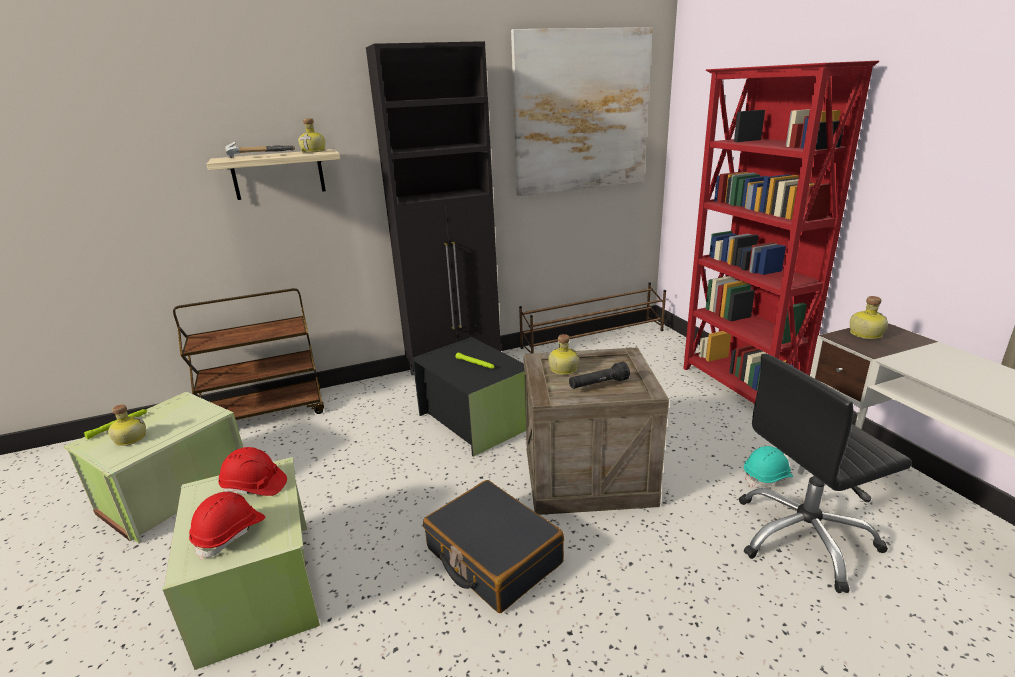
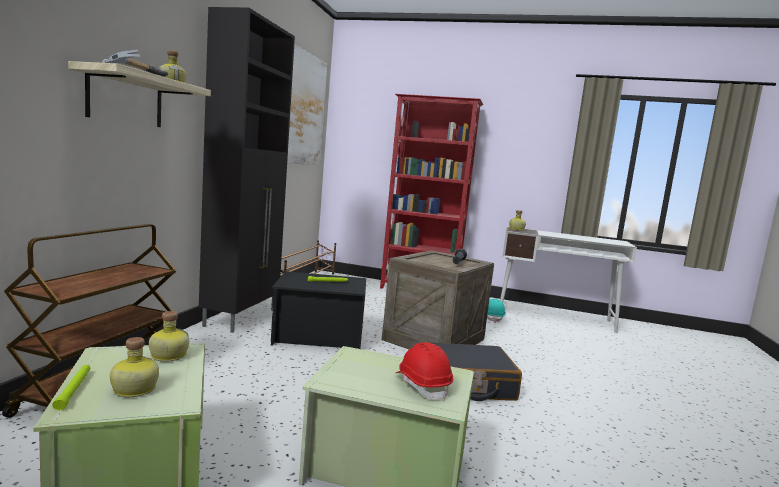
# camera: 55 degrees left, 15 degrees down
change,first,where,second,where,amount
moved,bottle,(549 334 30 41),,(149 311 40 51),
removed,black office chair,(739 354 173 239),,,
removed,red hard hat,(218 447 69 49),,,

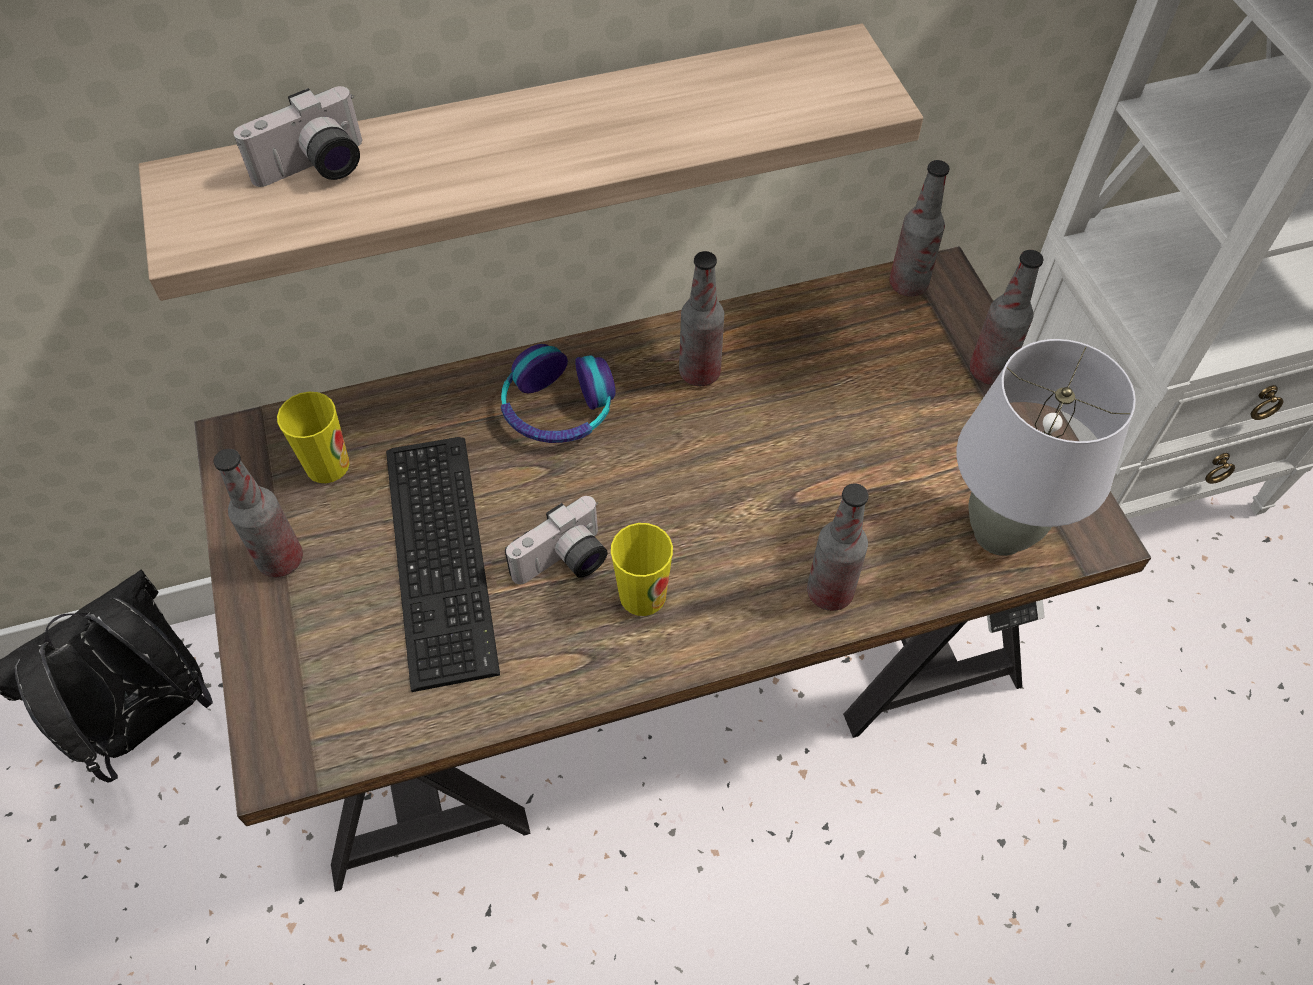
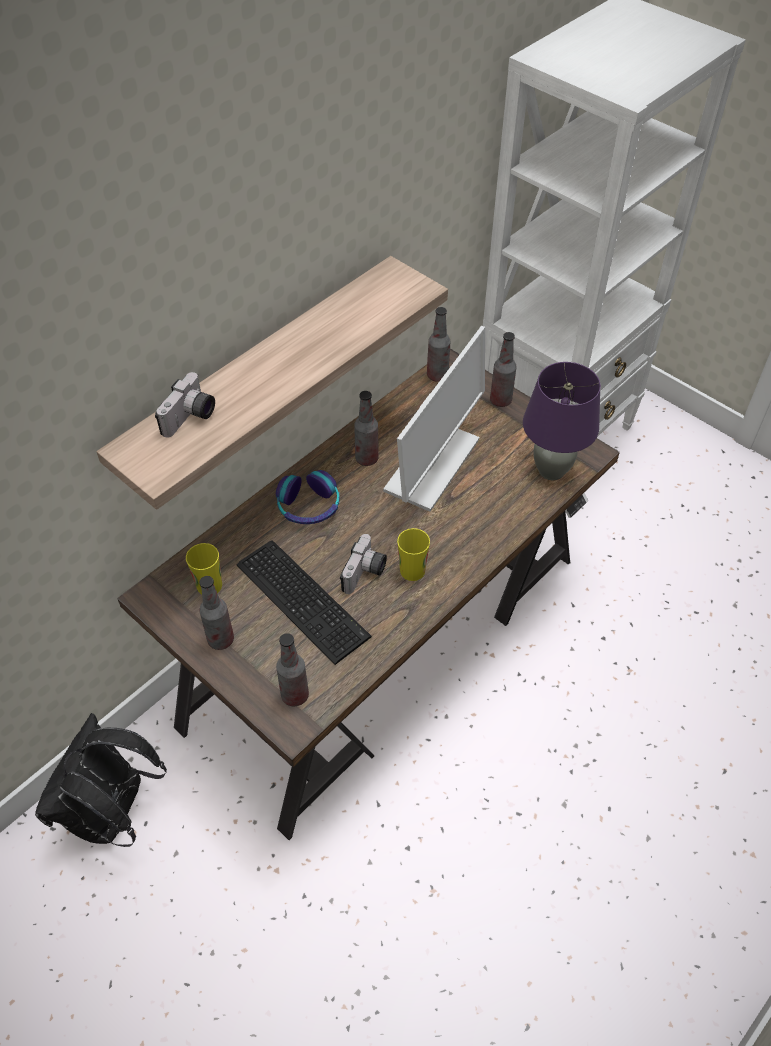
# camera: 30 degrees left, 5 degrees down
change,first,where,second,where,amount
recoloured,grey table lamp,(956 339 180 217),purple table lamp,(523 362 78 118),
moved,bottle,(807 484 62 127),,(276 633 33 73),
added,,,monitor,(383 326 102 186),

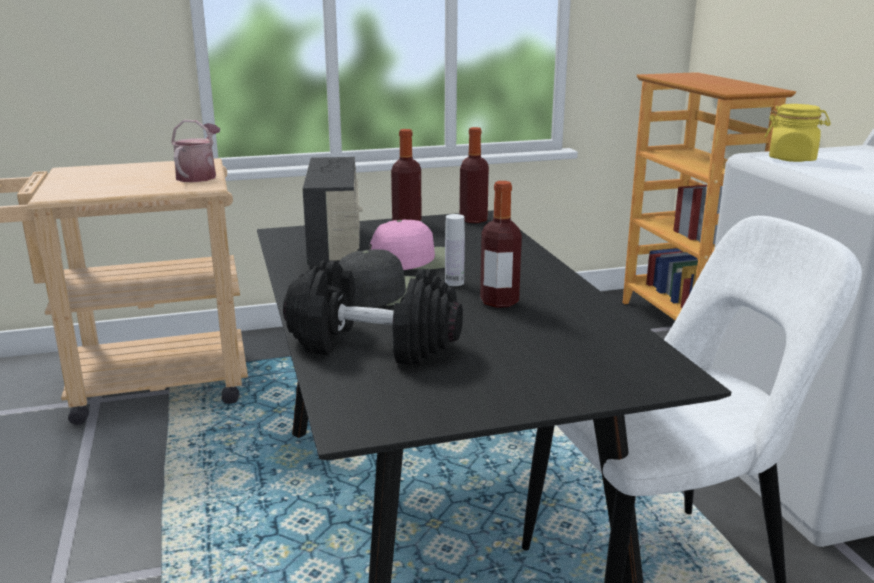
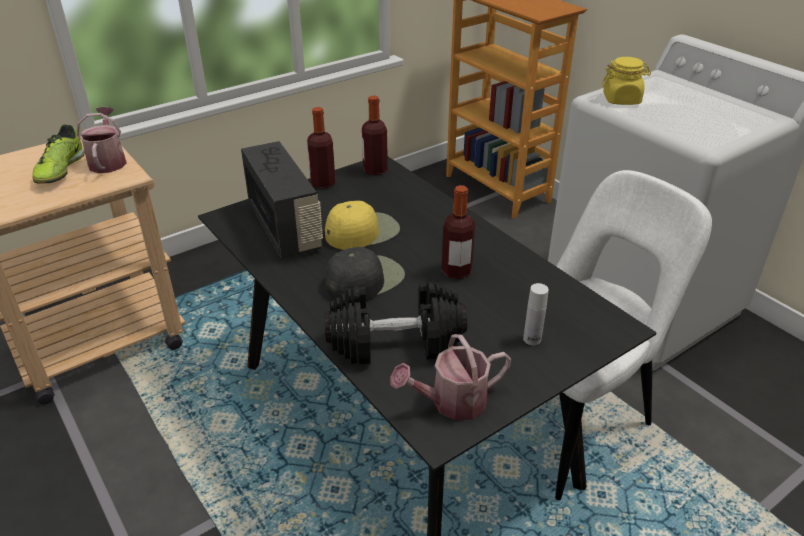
# camera: 20 degrees left, 15 degrees up
change,first,where,second,where,amount
moved,white bottle,(445 214 20 72),,(523 283 26 62),
recoloured,pink cap,(369 220 76 50),yellow cap,(325 201 75 49),
added,,,shoe,(32 124 53 60),
added,,,watering can,(390 334 121 86),

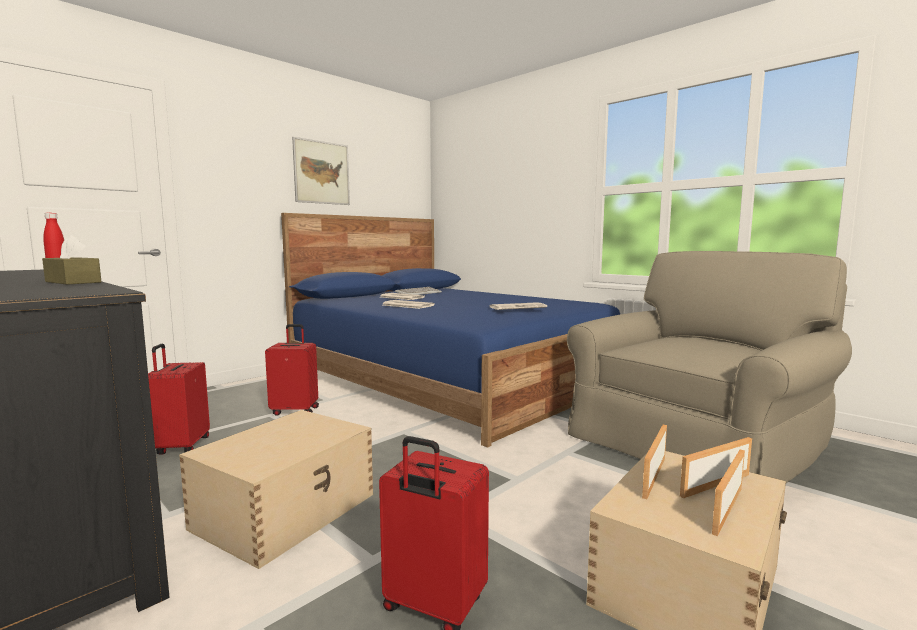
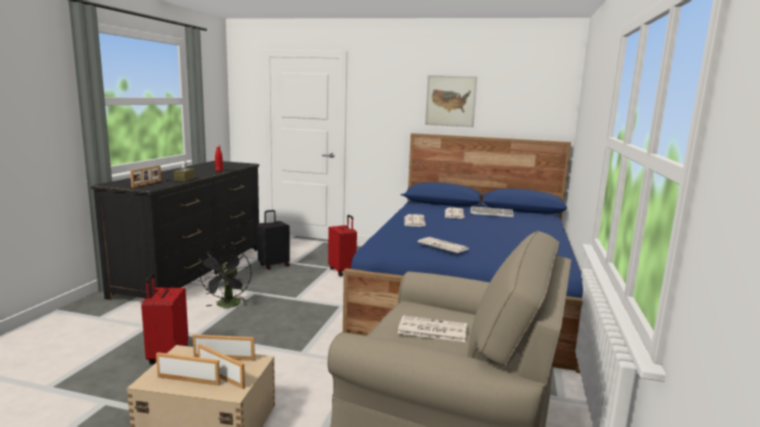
# camera: 60 degrees right, 5 degrees up
change,first,where,second,where,amount
recoloured,red suitcase,(148 344 62 111),black suitcase,(257 210 33 60),
replaced,beige storage box,(179 410 194 159),black fan,(197 246 54 62),
added,,,picture frame,(130 165 31 23),
added,,,newspaper,(398 315 69 27),

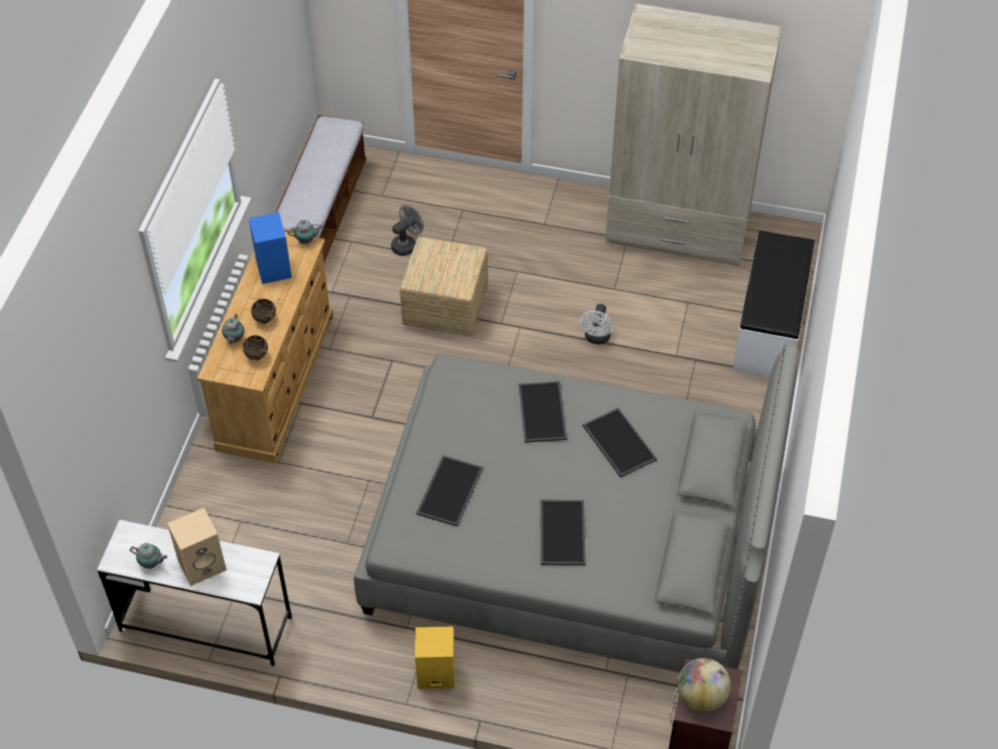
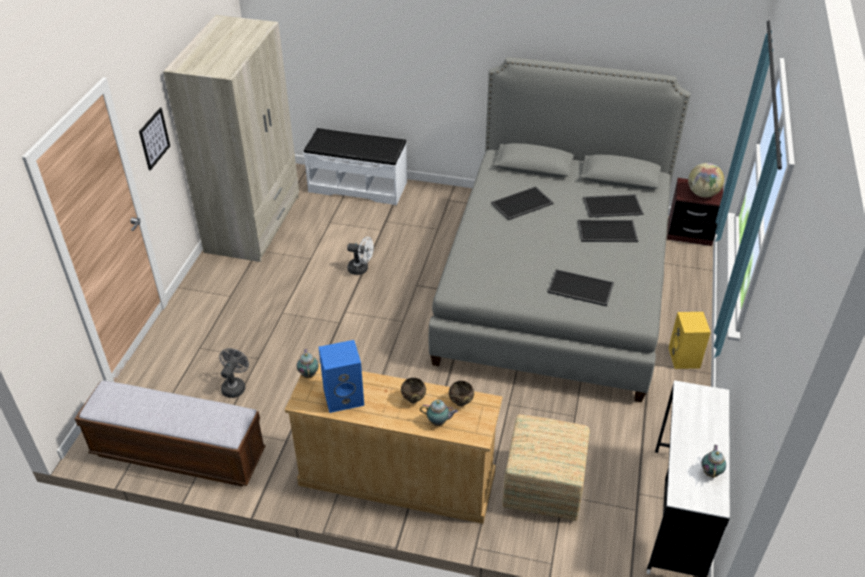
# camera: 90 degrees left, 10 degrees down
change,first,where,second,where,amount
turned,grey fan,(391 205 33 51),,(219 348 30 50),60 degrees clockwise
moved,ottoman,(400 237 88 99),,(502 414 88 107),
moved,tray,(519 381 48 62),,(583 194 61 24),
removed,beige speaker,(167 508 60 78),,,
added,,,picture,(139 108 31 63),

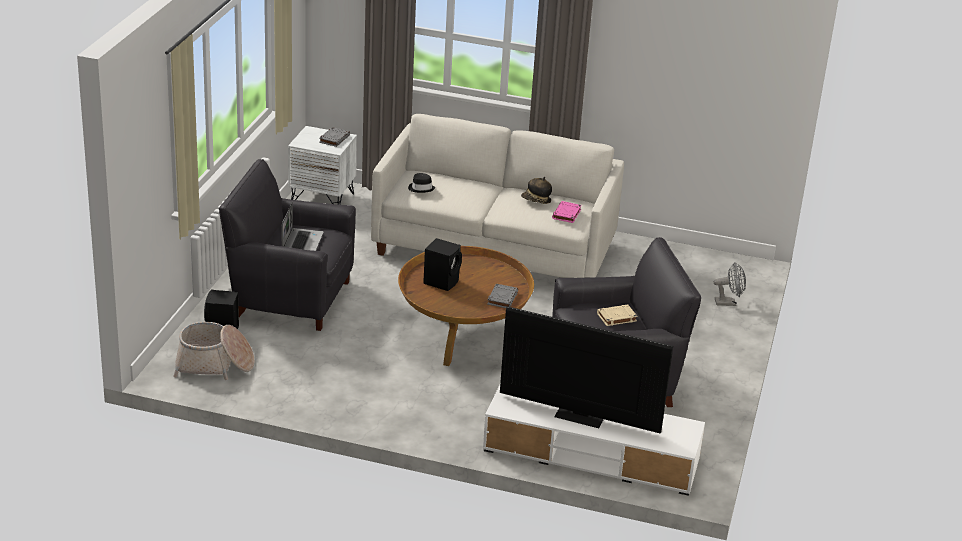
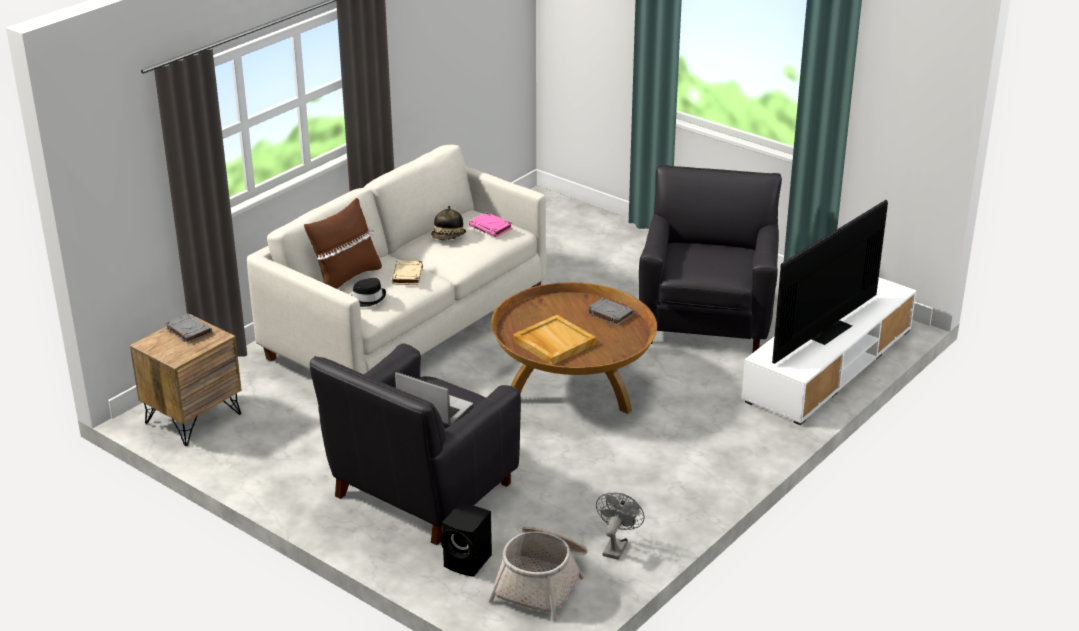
# camera: 65 degrees left, 0 degrees up
change,first,where,second,where,amount
recoloured,white nightstand,(288 126 69 79),brown nightstand,(130 314 112 132),
replaced,black speaker,(423 238 39 53),beige tray,(513 315 83 50),
moved,grey fan,(714 262 32 44),,(596 493 49 67),
moved,beige book,(597 305 41 21),,(392 260 31 25),
added,,,brown pillow,(304 198 78 91),

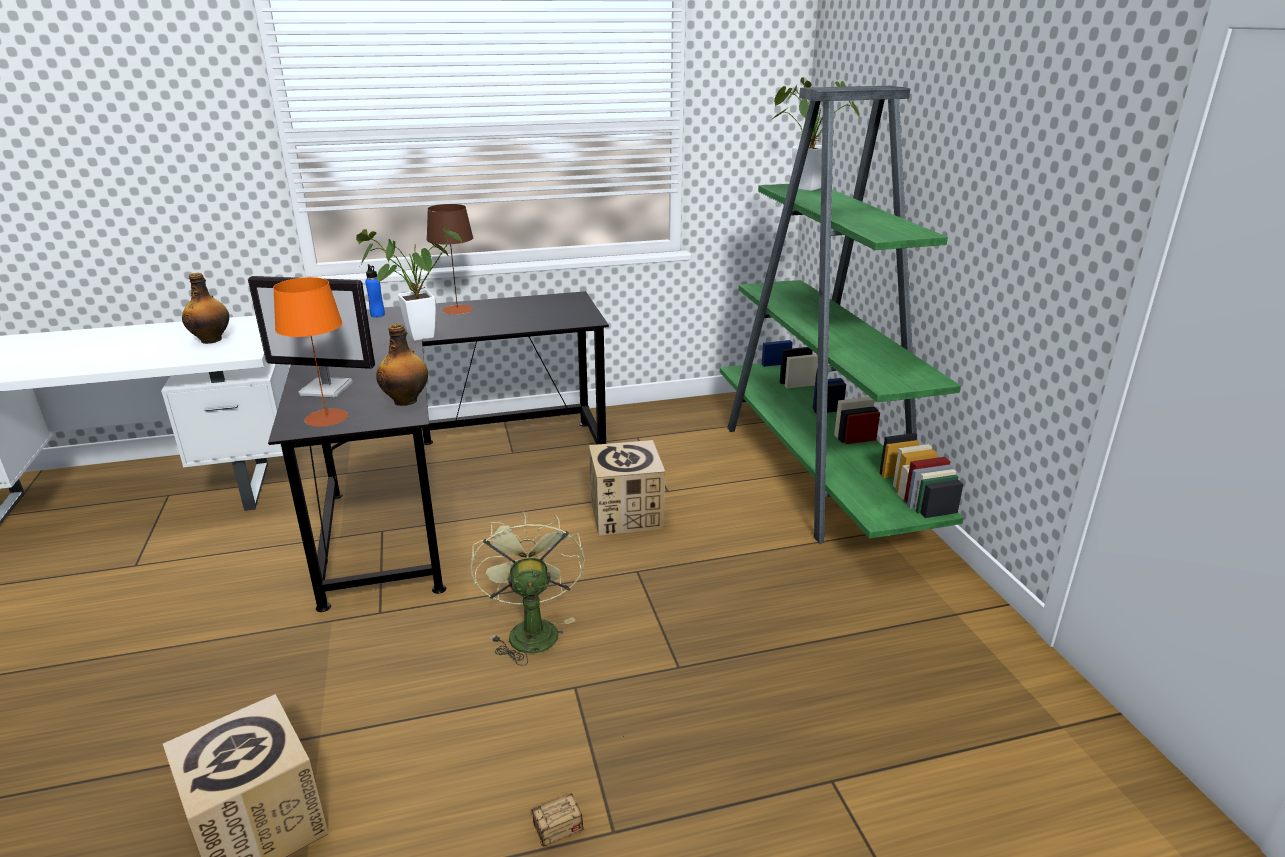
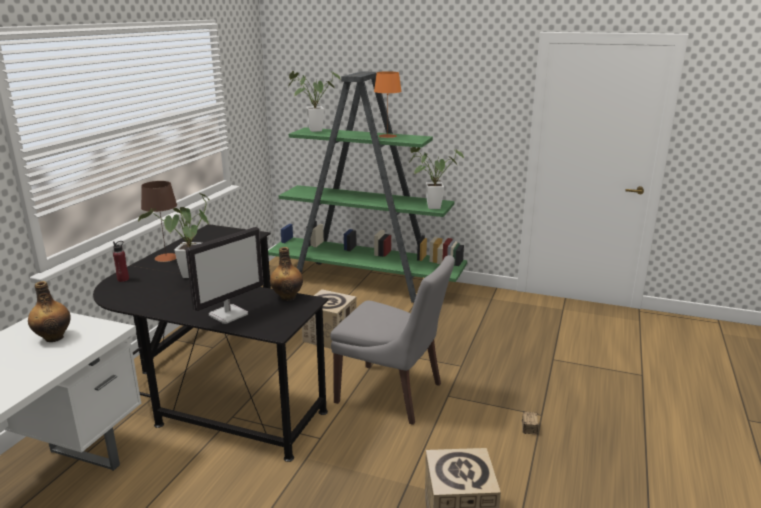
# camera: 55 degrees left, 5 degrees down
change,first,where,second,where,amount
recoloured,blue bottle,(365 264 20 53),red bottle,(113 241 16 41),
moved,orange table lamp,(273 277 75 150),,(374 71 28 67),
replaced,green fan,(471 512 114 154),grey chair,(331 255 124 170),
added,,,potted plant,(408 147 56 62),

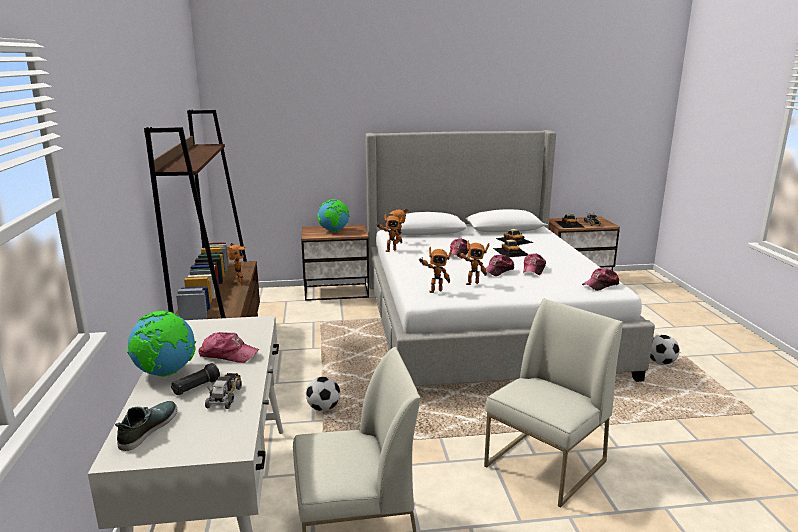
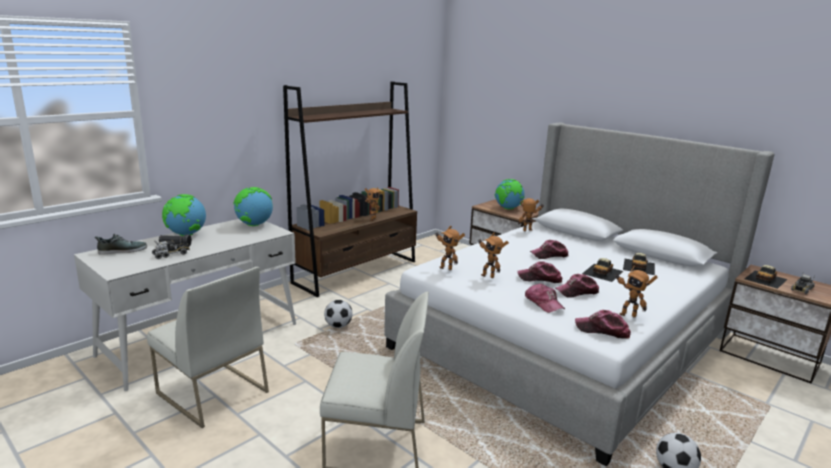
# camera: 50 degrees right, 0 degrees up
change,first,where,second,where,amount
moved,toy robot,(377 214 26 38),,(614 266 44 52),
moved,cap,(198 332 61 31),,(525 283 40 30),
added,,,globe,(233 187 40 39),

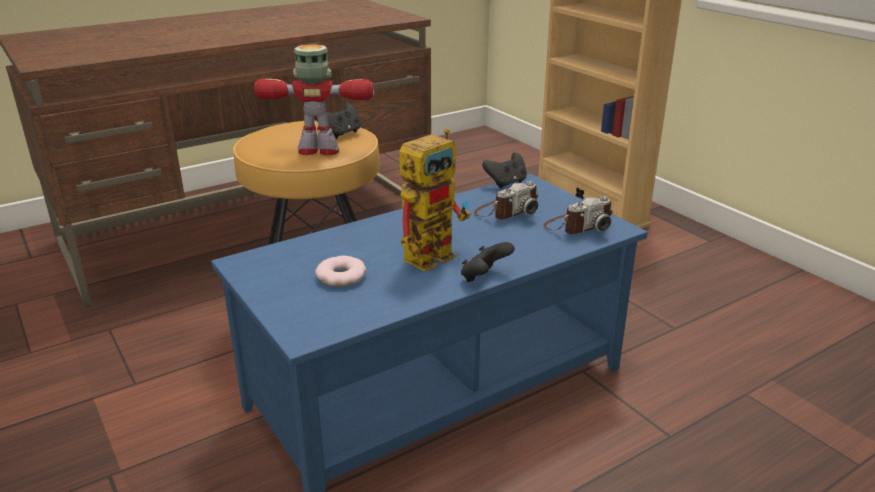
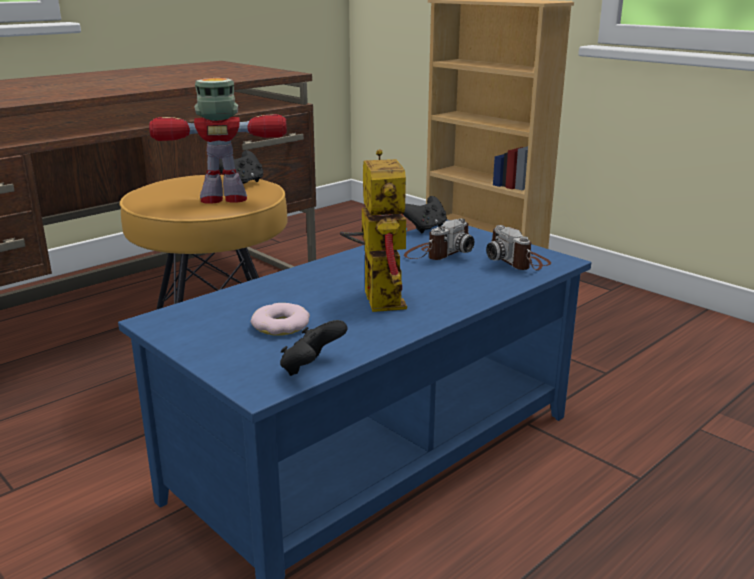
# camera: 10 degrees left, 5 degrees down
change,first,where,second,where,amount
turned,toy robot,(400 128 71 144),,(340 149 68 163),45 degrees counterclockwise
turned,photo camera,(544 196 69 38),,(486 225 65 45),105 degrees clockwise
moved,black game controller,(461 242 54 40),,(280 320 68 56),

